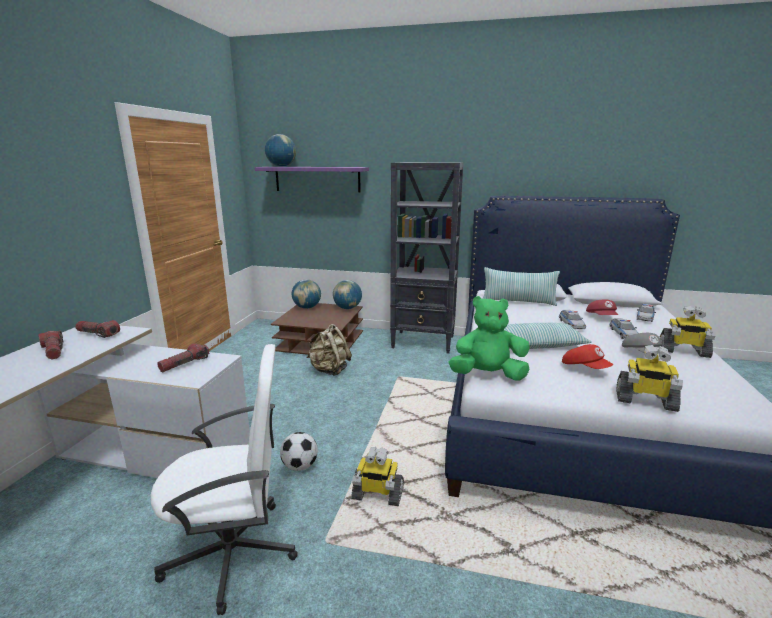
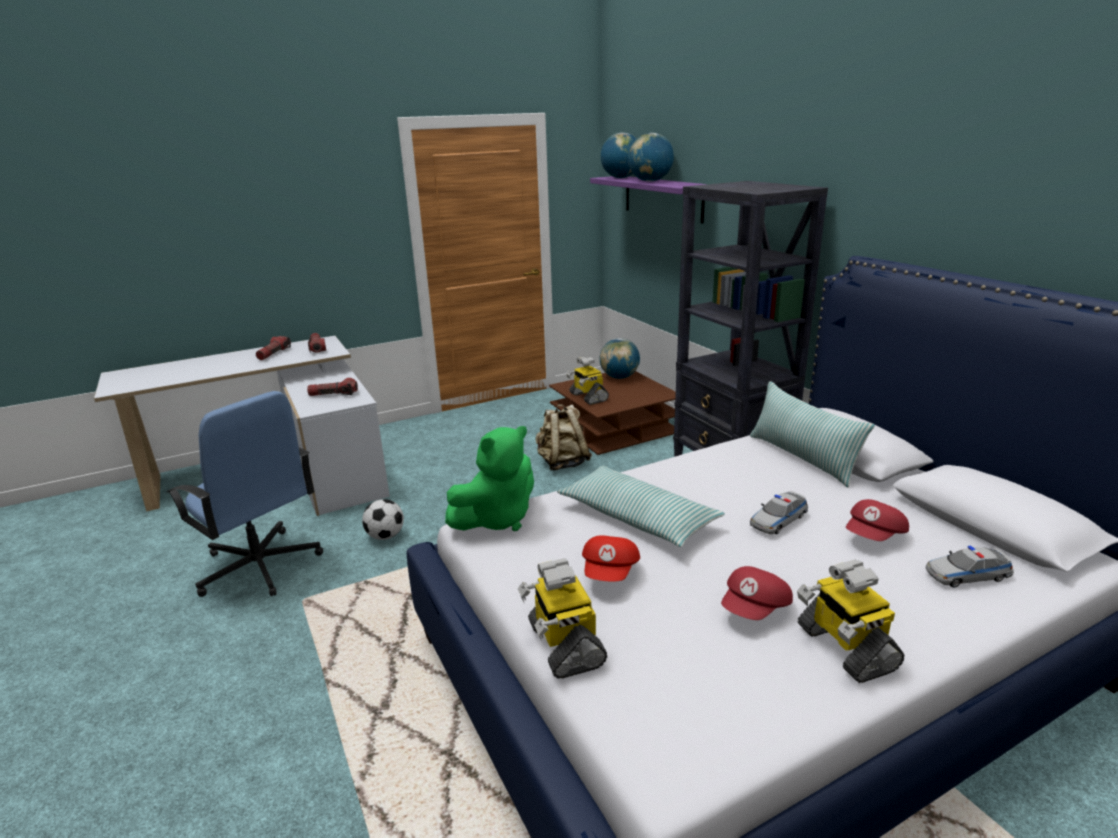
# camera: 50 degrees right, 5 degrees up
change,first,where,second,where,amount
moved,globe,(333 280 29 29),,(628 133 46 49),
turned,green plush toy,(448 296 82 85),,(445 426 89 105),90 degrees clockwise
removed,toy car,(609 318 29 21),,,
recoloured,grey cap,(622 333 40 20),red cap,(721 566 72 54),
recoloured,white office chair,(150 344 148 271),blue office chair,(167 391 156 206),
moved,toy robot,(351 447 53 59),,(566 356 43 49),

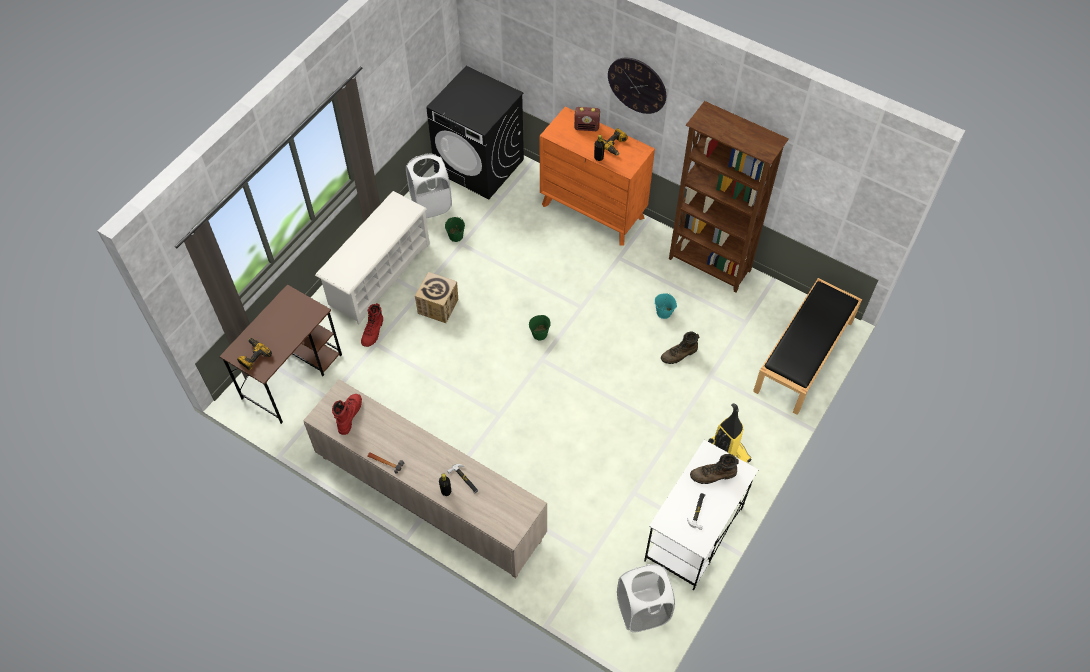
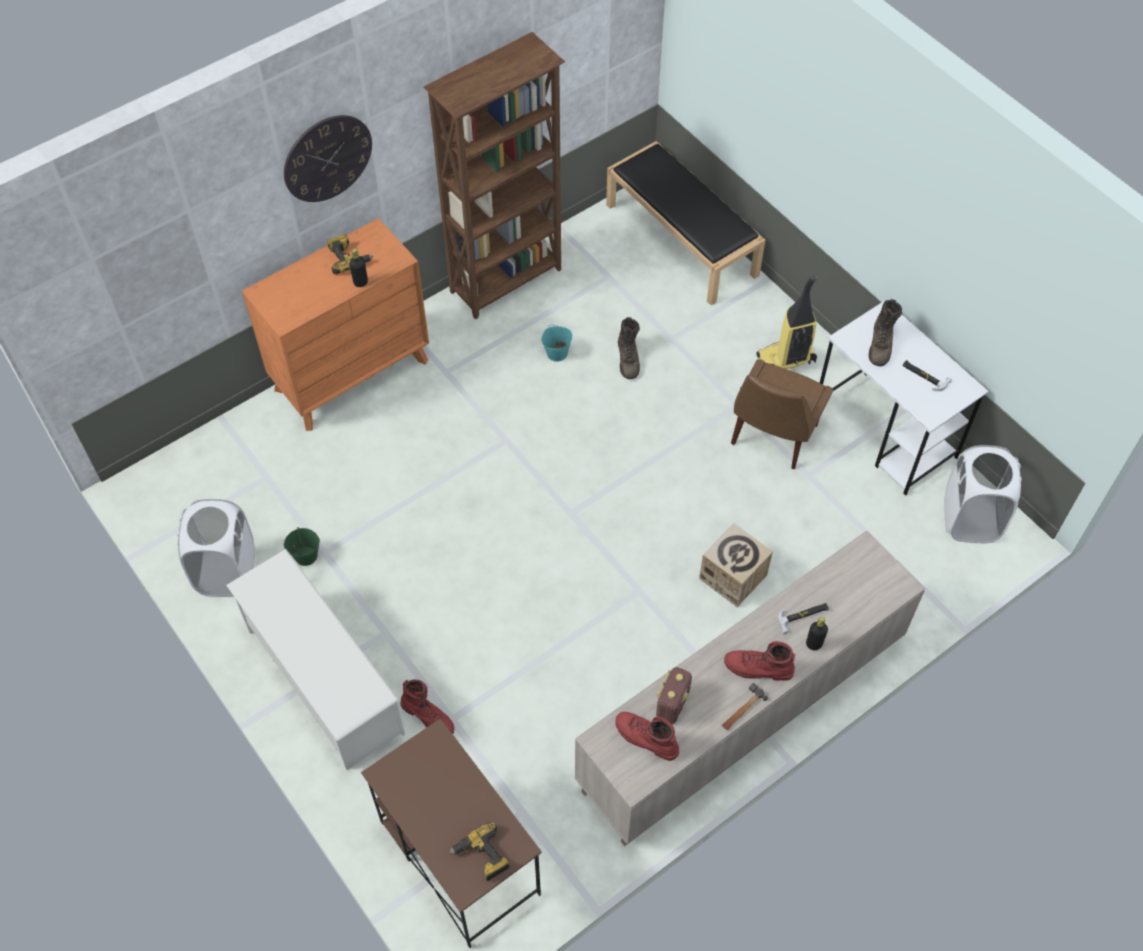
# camera: 70 degrees left, 0 degrees up
change,first,where,second,where,amount
removed,black washing machine,(426 66 98 133),,,
moved,radio,(574 107 26 24),,(656 667 36 57),
moved,cardboard box,(415 272 43 51),,(699 523 74 84),
removed,green bucket,(529 315 22 25),,,
added,,,brown chair,(731 359 102 110),
added,,,red boot,(724 641 71 40),

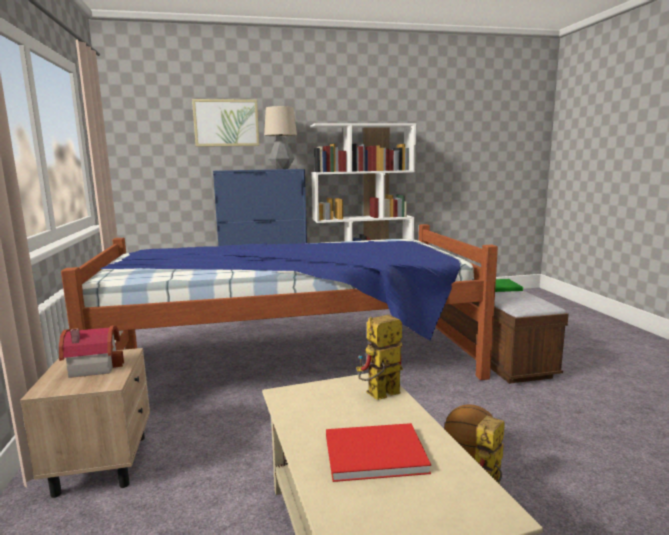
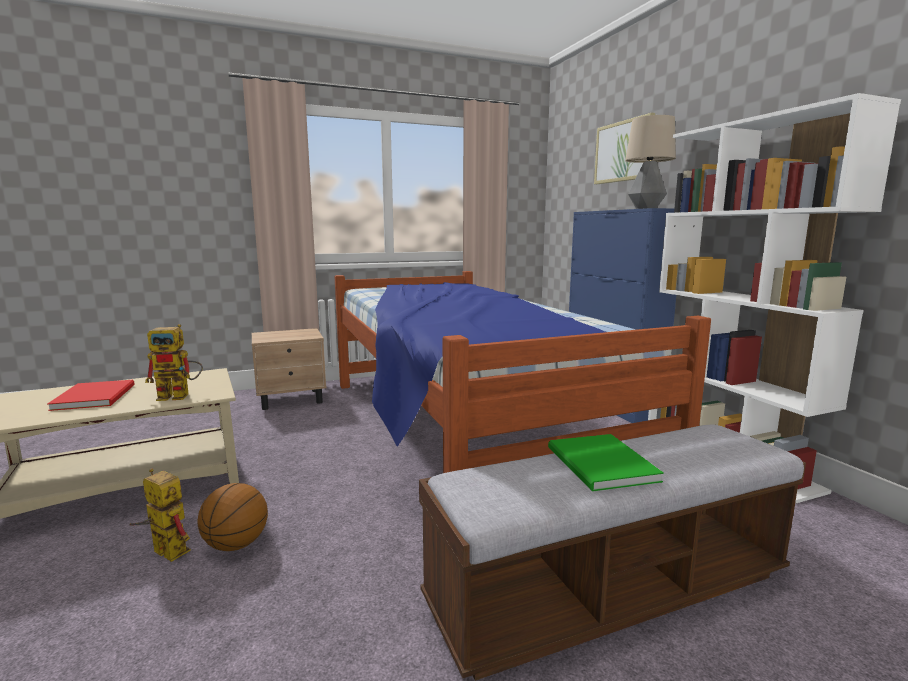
# camera: 80 degrees right, 0 degrees up
change,first,where,second,where,amount
turned,toy robot,(356 315 47 85),,(145 324 58 77),120 degrees clockwise
removed,toy house,(59 325 65 53),,,

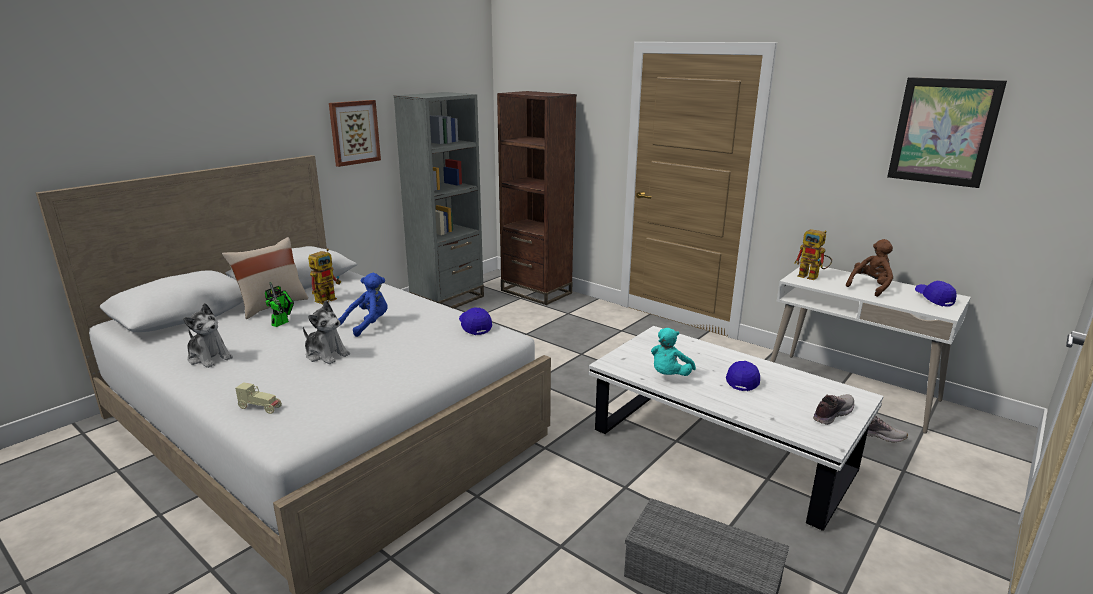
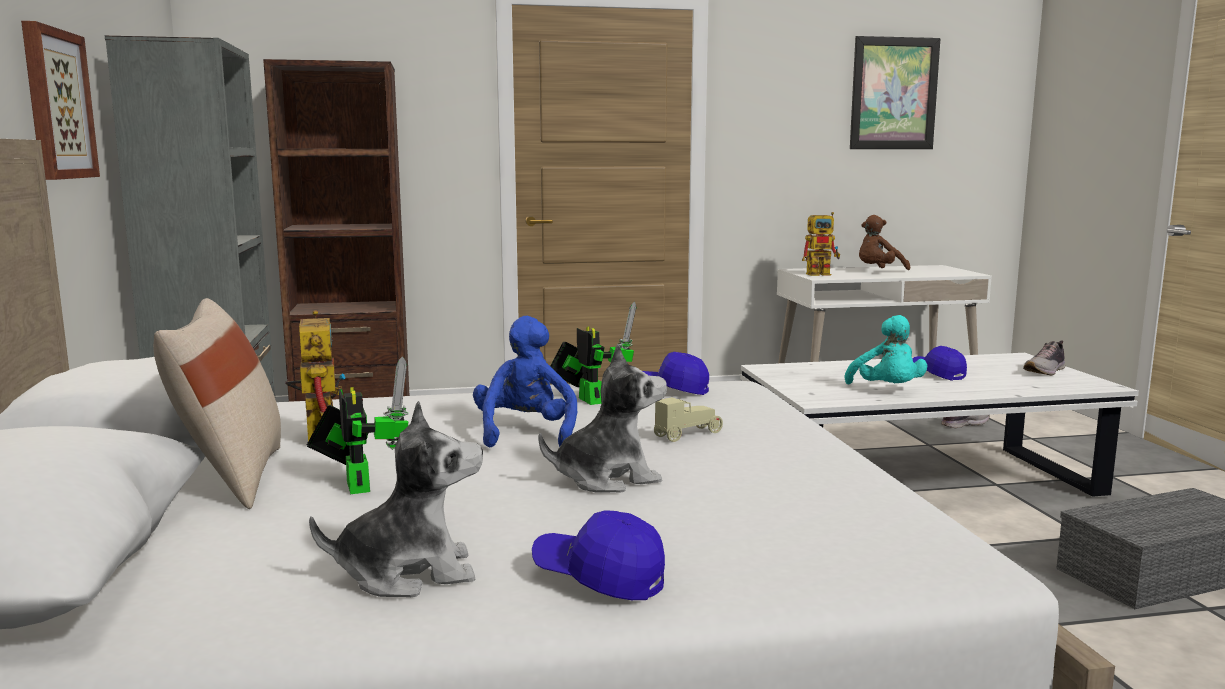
# camera: 50 degrees left, 10 degrees down
change,first,where,second,where,amount
turned,brown plush toy,(846 239 47 58),,(859 215 51 55),120 degrees counterclockwise
moved,blue cap,(915 281 41 26),,(532 511 133 89),
moved,beige toy car,(235 382 47 32),,(654 397 69 45),
turned,shoe,(813 394 41 31),,(1023 341 42 34),135 degrees counterclockwise
added,,,toy robot,(550 302 87 103),

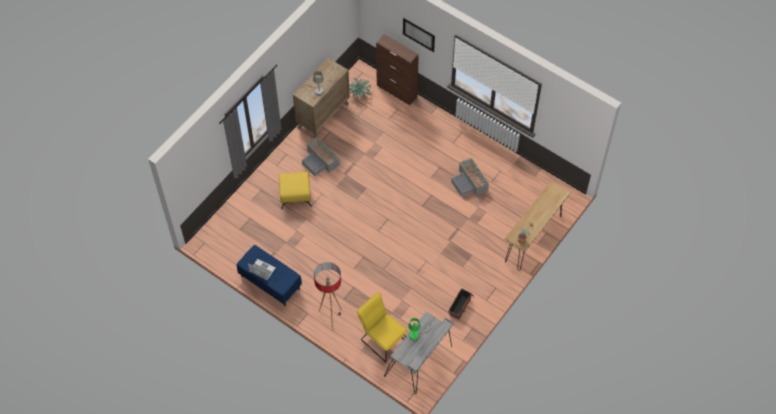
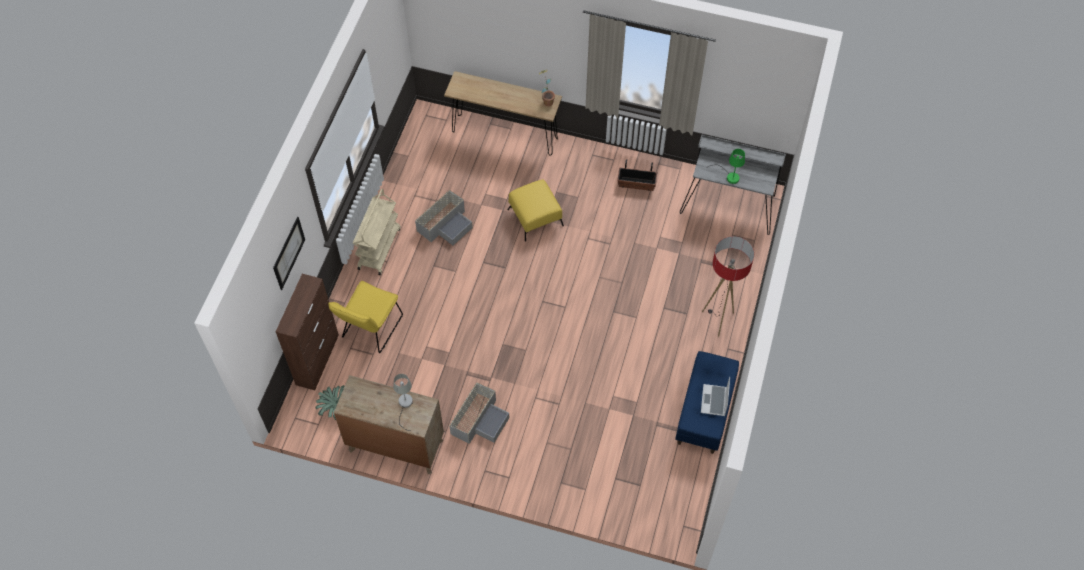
# camera: 110 degrees left, 0 degrees up
change,first,where,second,where,amount
moved,yellow ottoman,(279 172 33 37),,(507 180 57 62),
moved,yellow chair,(357 293 50 69),,(328 281 75 72),
added,,,beige cart,(353 189 48 86),

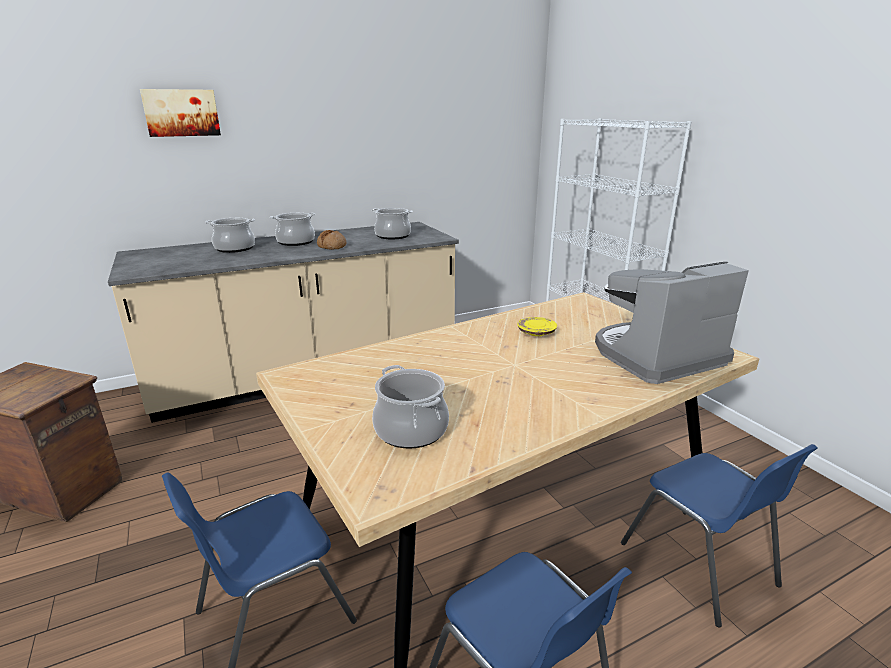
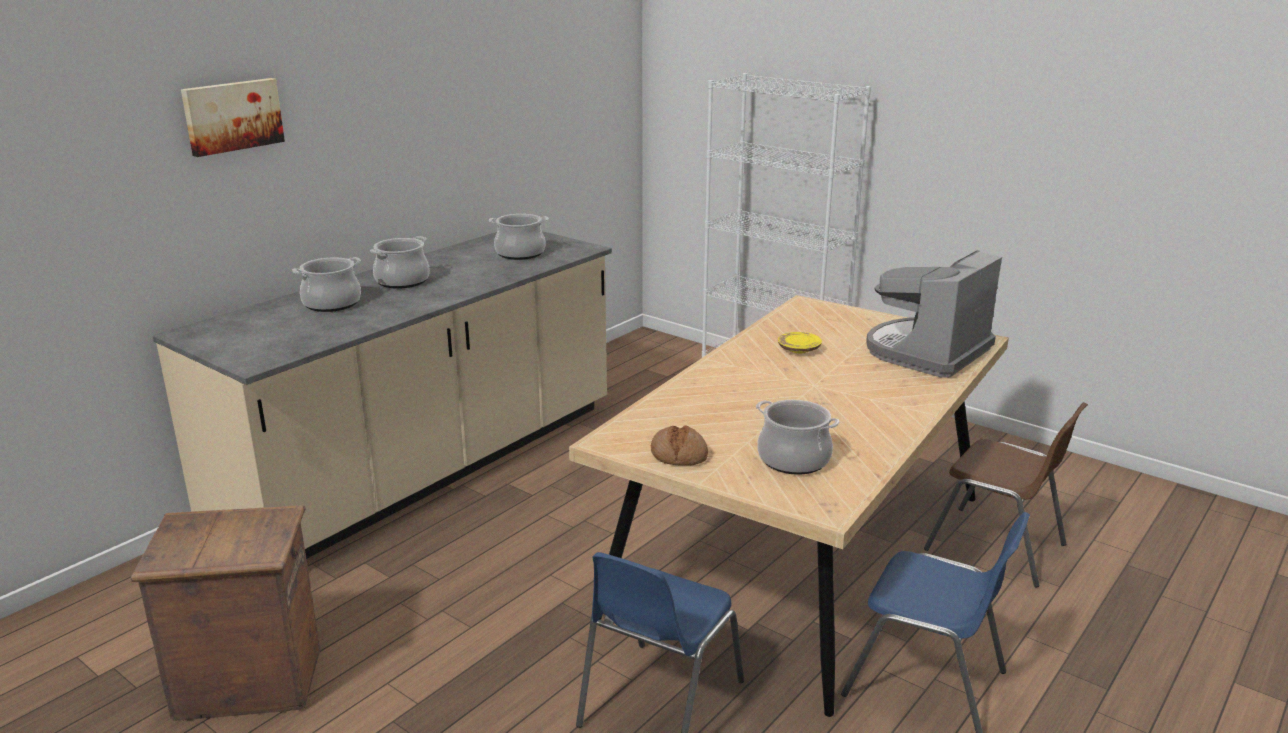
# camera: 25 degrees left, 0 degrees up
change,first,where,second,where,amount
moved,bread,(317 230 30 20),,(651 425 57 41),
recoloured,blue chair,(621 444 197 184),brown chair,(924 402 164 185),

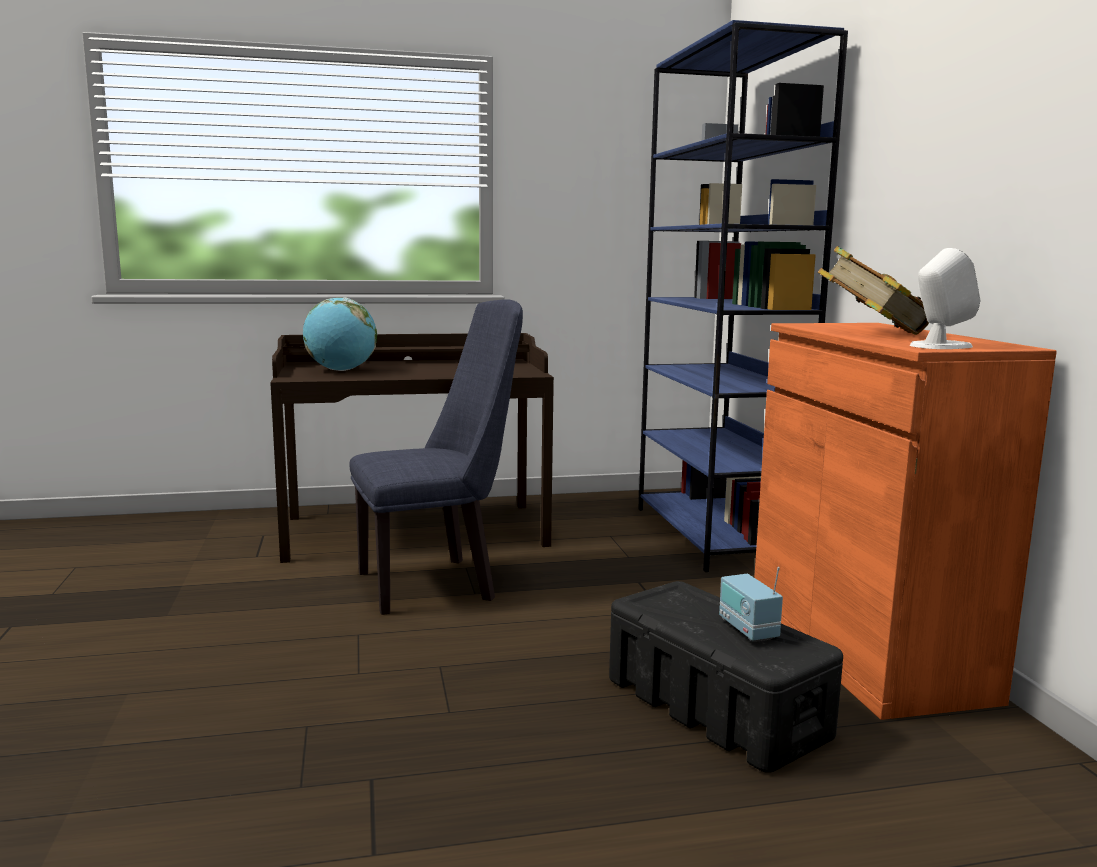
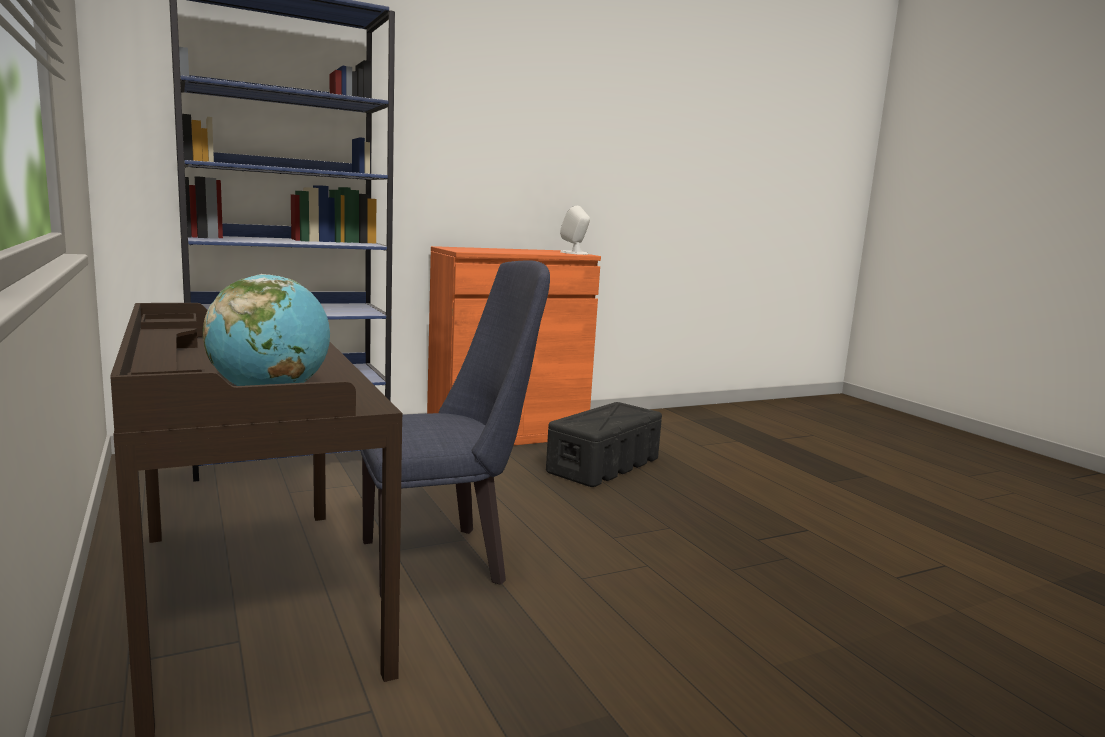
# camera: 105 degrees left, 0 degrees up
change,first,where,second,where,amount
removed,book,(818 246 111 89),,,
turned,blue chair,(349 299 174 316),,(360 260 190 337),105 degrees clockwise
removed,radio,(719 567 64 75),,,

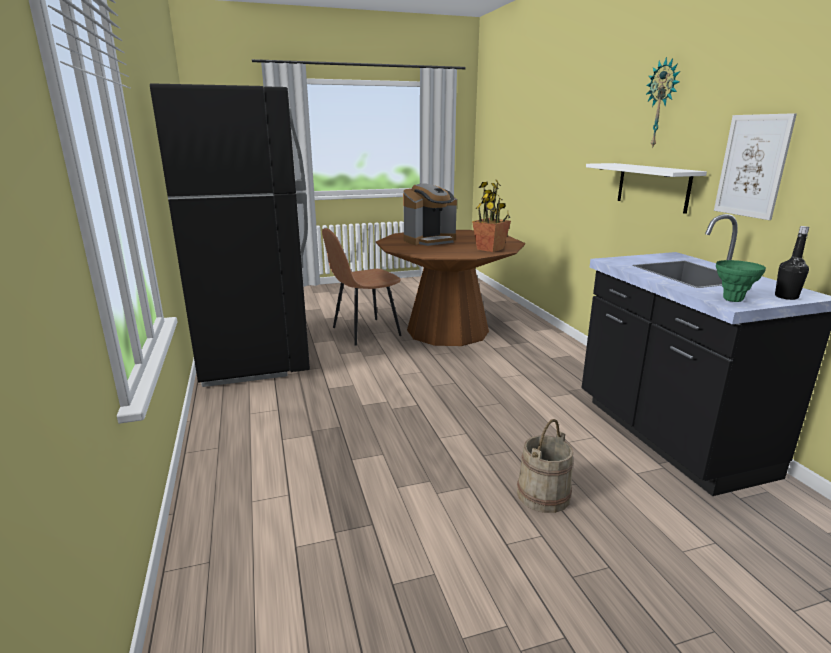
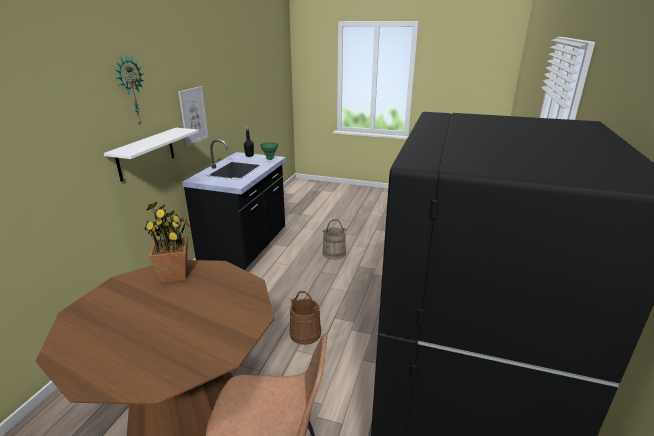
# camera: 145 degrees left, 5 degrees up
change,first,where,second,where,amount
removed,coffee machine,(403 183 54 63),,,
added,,,brown bucket,(289 291 32 54),

